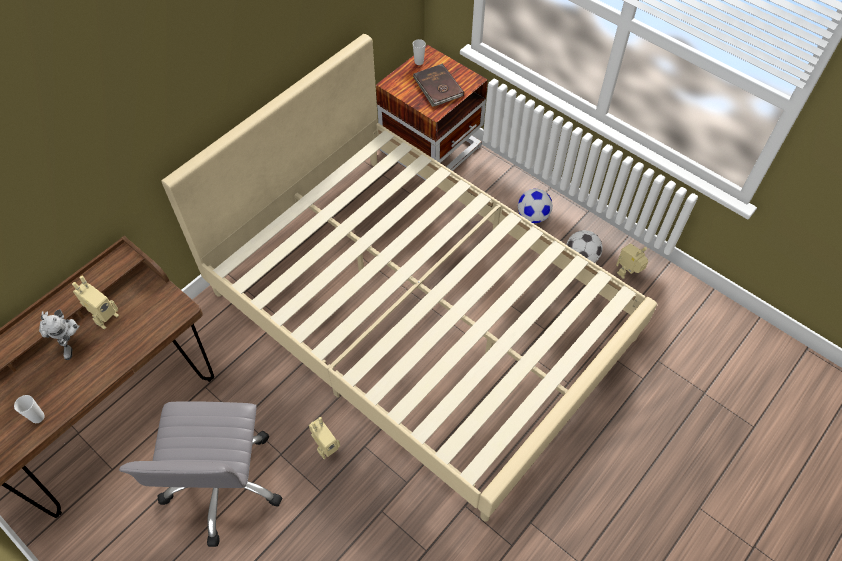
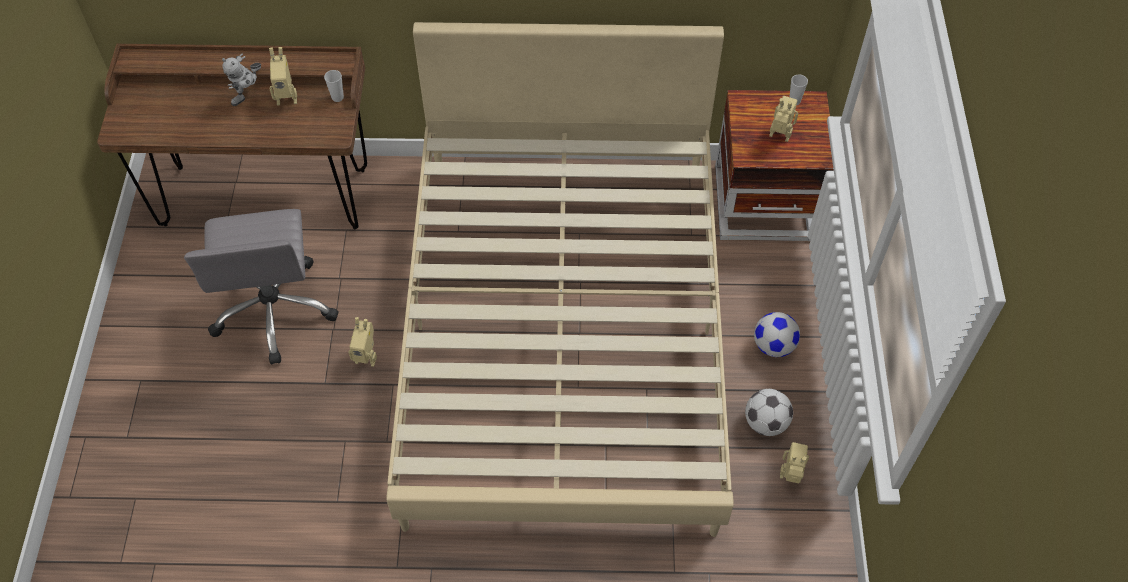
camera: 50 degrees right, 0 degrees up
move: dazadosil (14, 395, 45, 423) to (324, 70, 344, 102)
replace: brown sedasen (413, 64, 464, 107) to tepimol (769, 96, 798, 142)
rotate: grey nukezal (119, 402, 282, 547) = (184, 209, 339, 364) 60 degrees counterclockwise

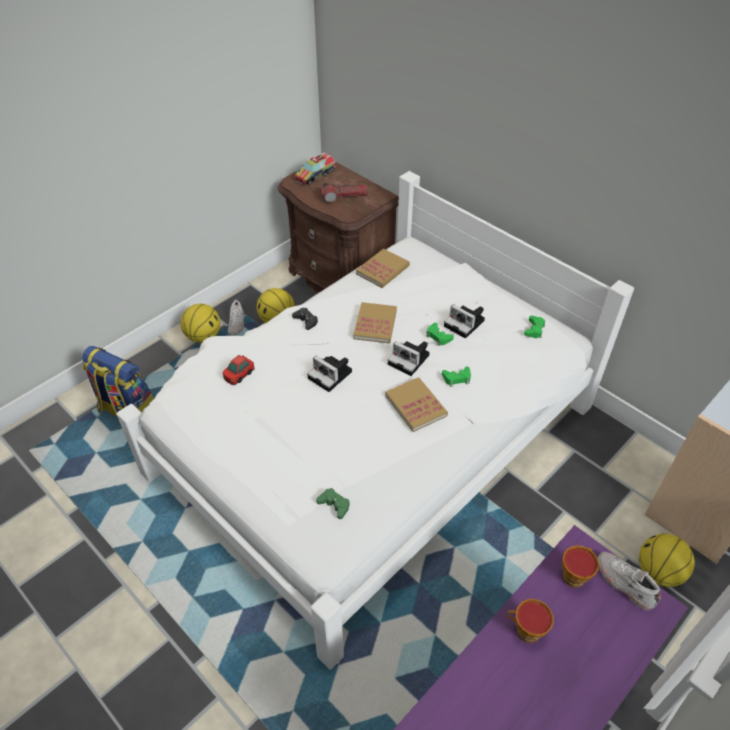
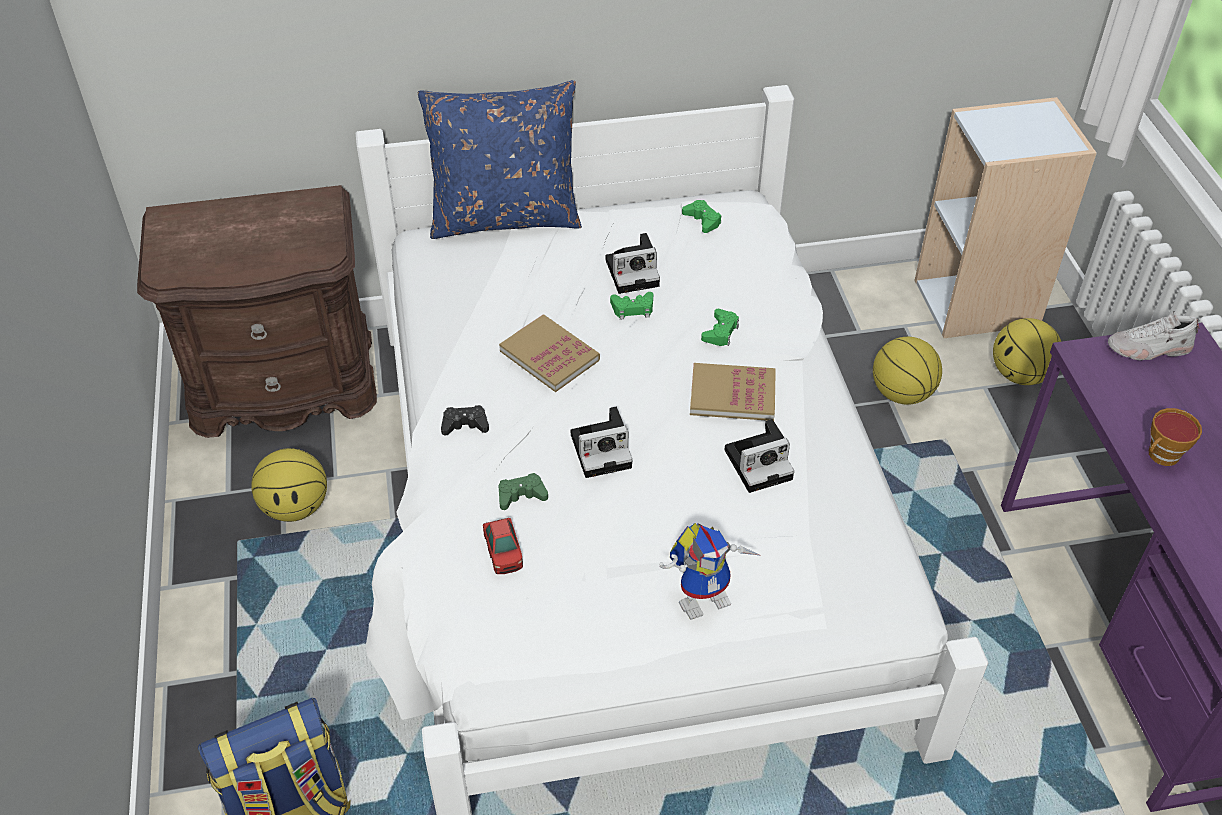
camera: 55 degrees left, 0 degrees up
delete: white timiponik (228, 300, 244, 336); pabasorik (294, 152, 336, 185); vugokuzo (321, 183, 368, 203); sedasen (356, 249, 410, 288); dazadosil (562, 545, 599, 588)
insert: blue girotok (418, 80, 582, 239); tepimol (659, 523, 762, 620)
move: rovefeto (180, 304, 220, 343) to (873, 337, 942, 405); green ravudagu (316, 488, 350, 519) to (498, 473, 548, 510); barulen (388, 341, 430, 376) to (725, 419, 794, 493)

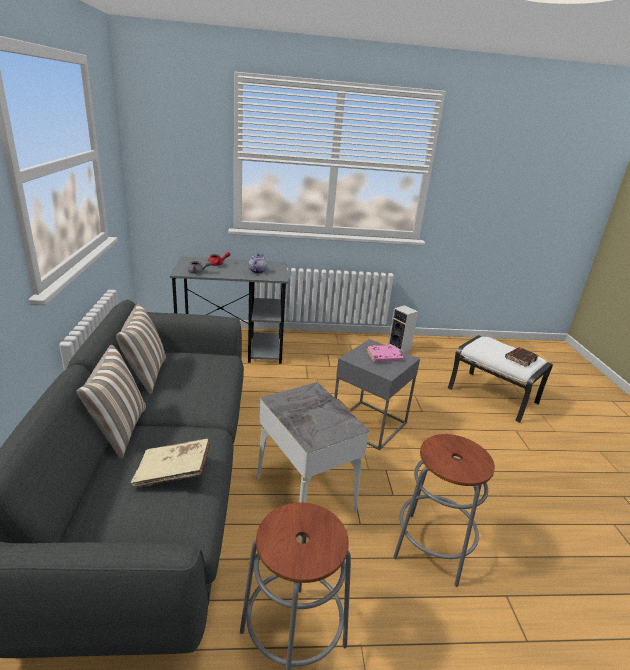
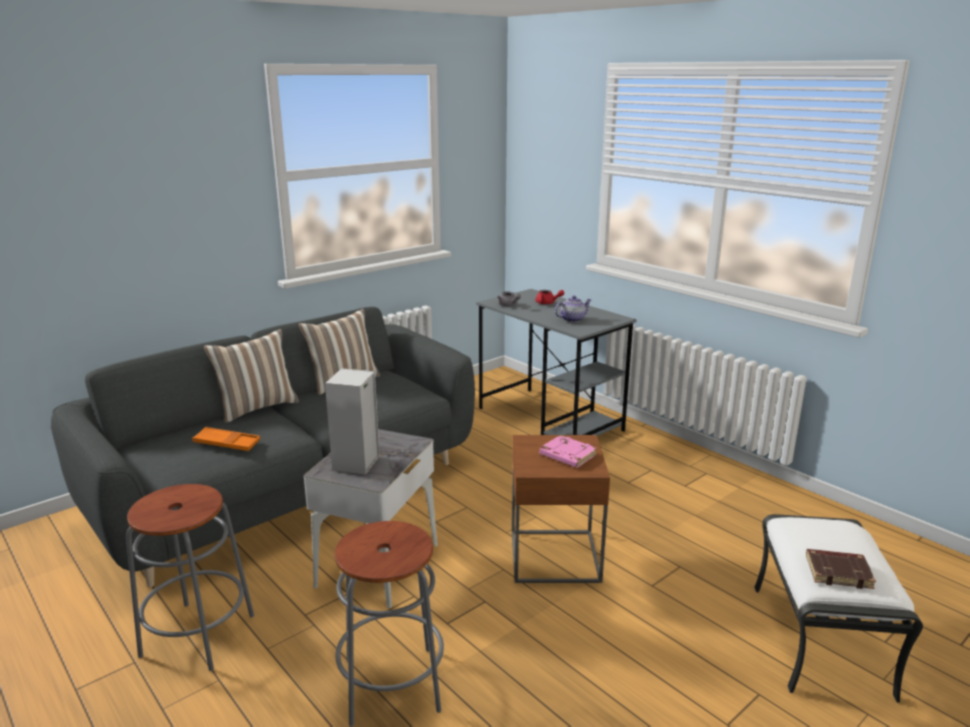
camera: 55 degrees right, 5 degrees down
move: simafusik (388, 305, 418, 353) to (325, 368, 380, 475)
replace: beige sedasen (131, 439, 210, 488) to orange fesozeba (192, 427, 260, 451)
recolor: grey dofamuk (334, 339, 420, 450) to brown dofamuk (512, 435, 610, 583)

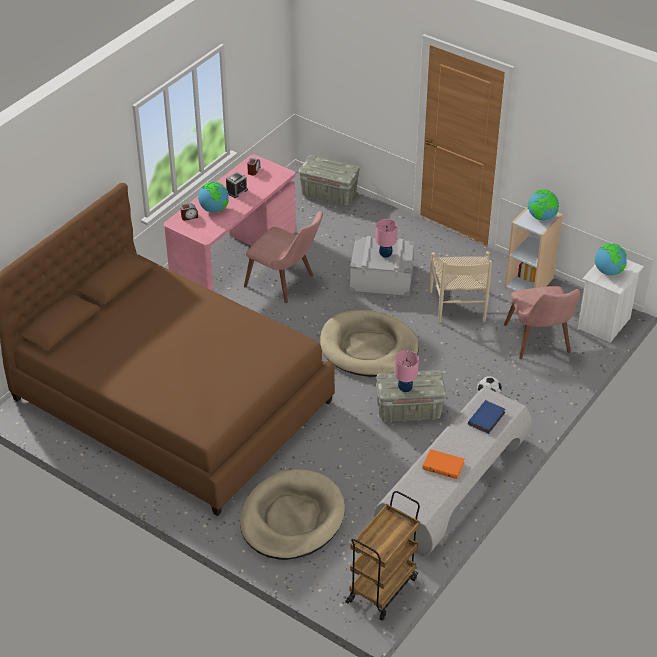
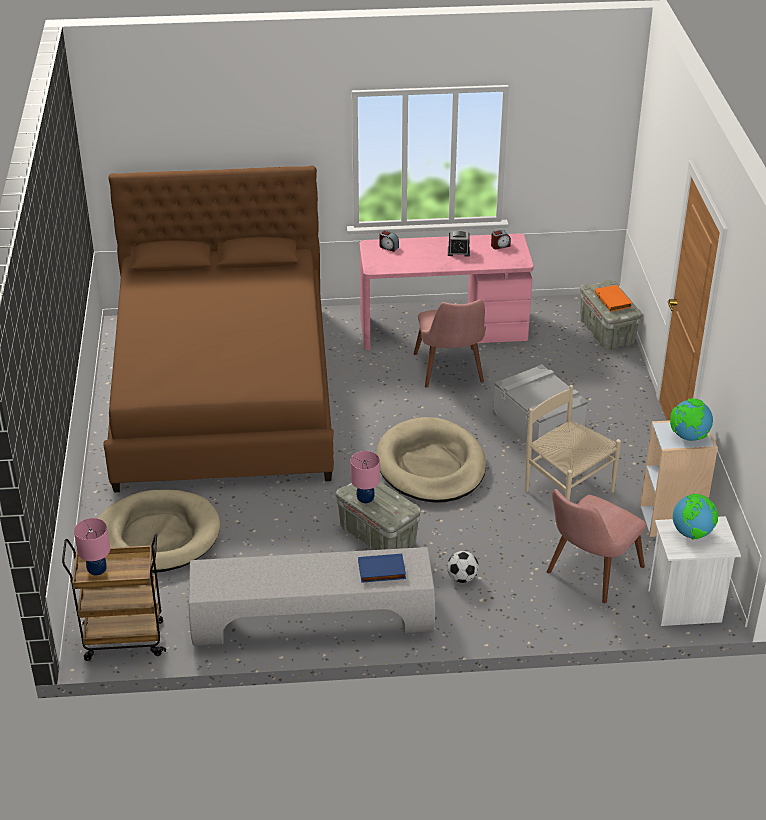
camera: 50 degrees right, 5 degrees down
delete: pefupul (198, 182, 229, 213)
move: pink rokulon (376, 219, 397, 258) to (74, 518, 110, 575); orange sedasen (422, 449, 464, 479) to (595, 285, 632, 312)
rotate: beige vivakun (430, 251, 492, 323) = (525, 385, 621, 501) 90 degrees clockwise

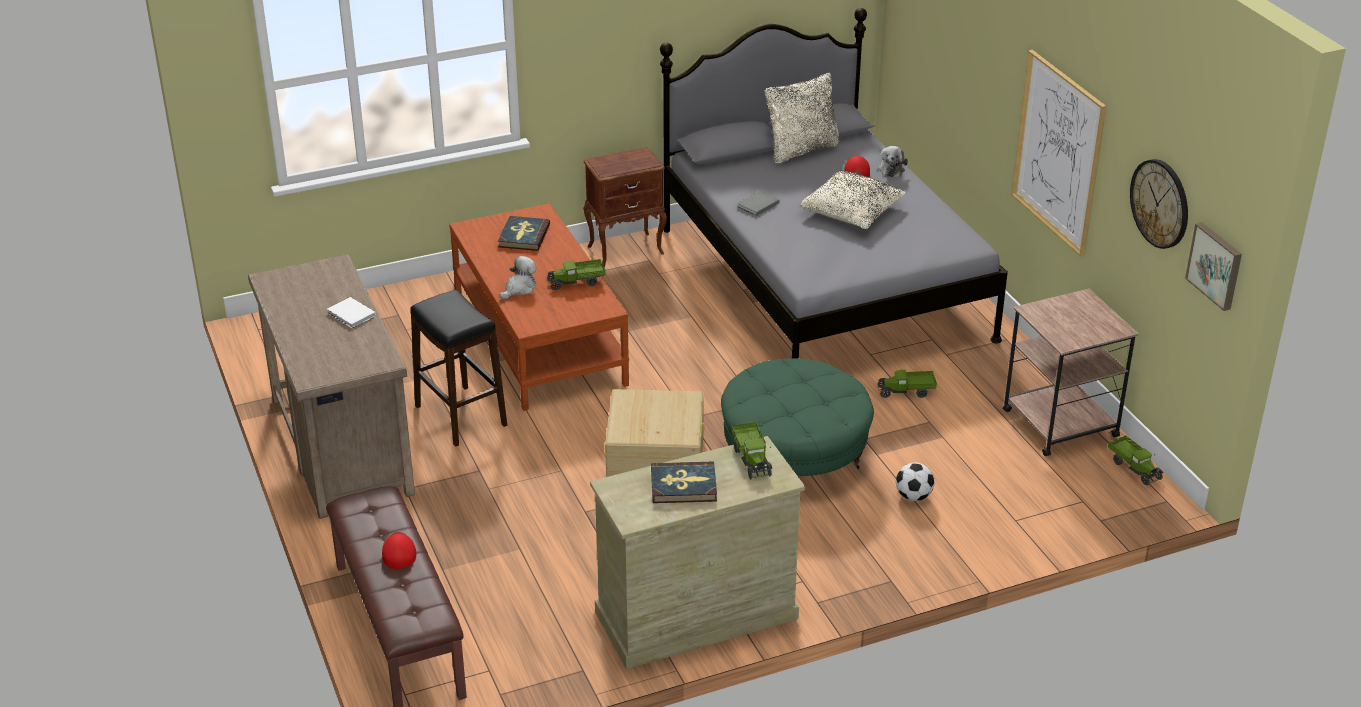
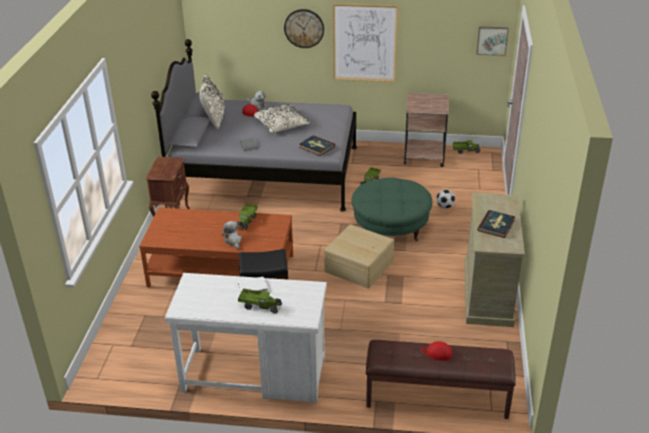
camera: 60 degrees left, 0 degrees up
move: sedasen (498, 216, 550, 251) to (299, 135, 335, 156); pabasorik (731, 422, 772, 480) to (238, 288, 282, 313); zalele (1130, 159, 1188, 249) to (284, 9, 324, 48)
recolor: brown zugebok (248, 254, 415, 519) to white zugebok (165, 273, 327, 403)

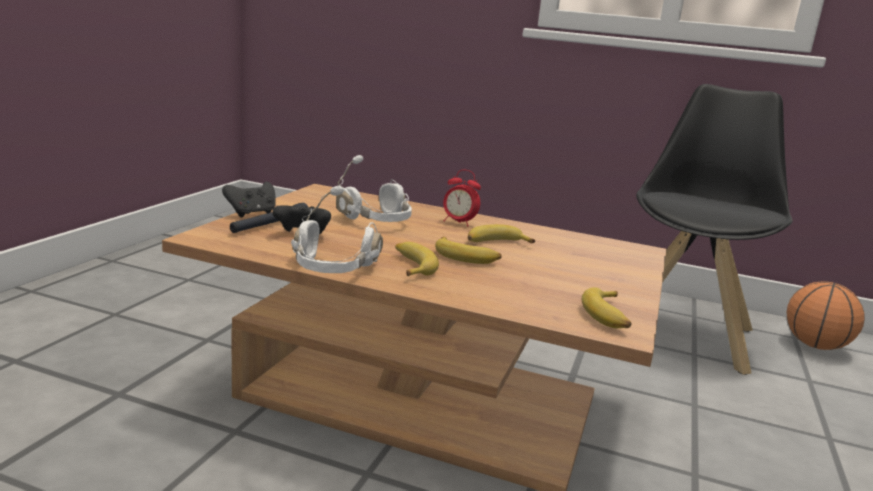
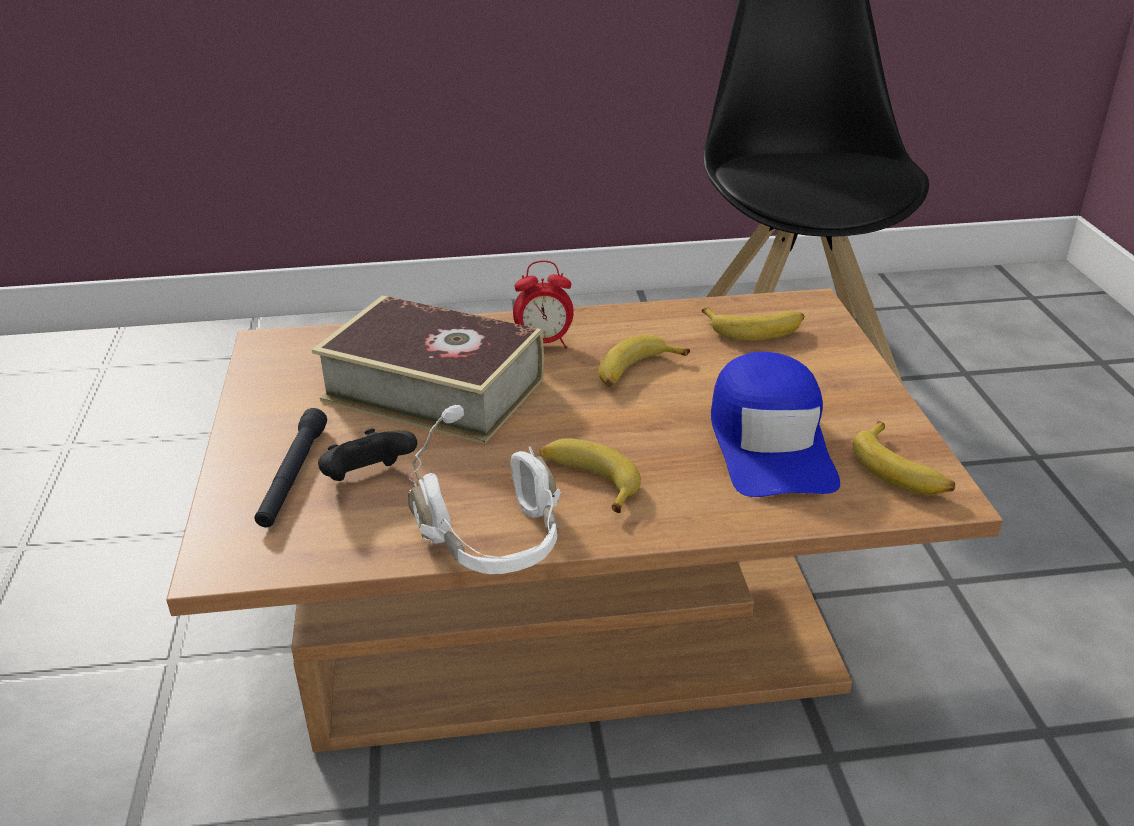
camera: 25 degrees left, 15 degrees up
delete: black ravudagu (222, 182, 276, 217); rovefeto (787, 281, 865, 350)
insert: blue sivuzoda (711, 352, 840, 497)
move: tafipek (435, 237, 502, 264) to (702, 307, 804, 340)
replace: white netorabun (336, 155, 412, 222) to sedasen (312, 295, 544, 444)

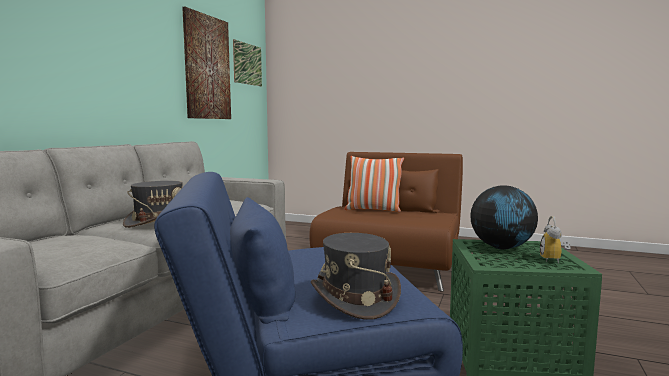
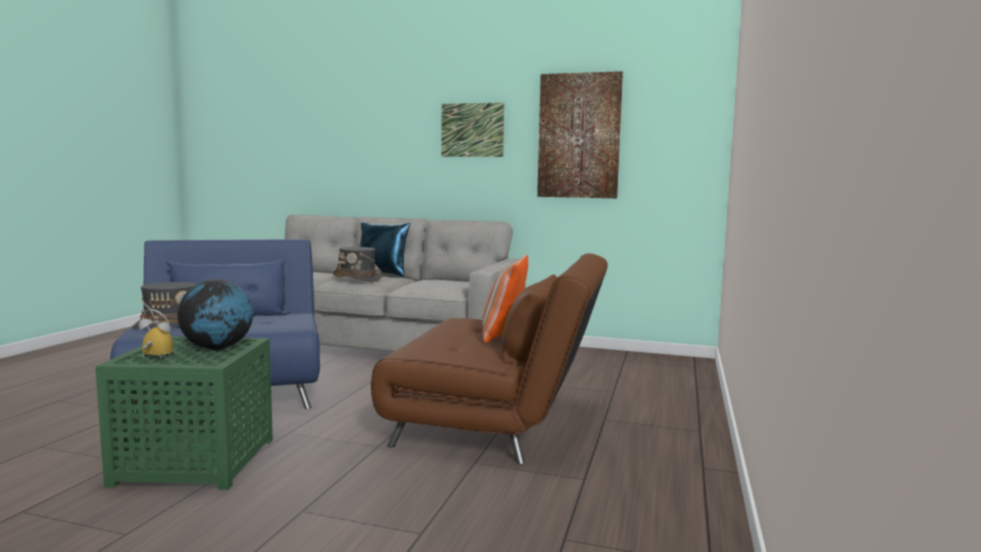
camera: 85 degrees right, 0 degrees up
insert: blue girotok (360, 222, 410, 277)
move: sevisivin (233, 39, 262, 86) to (441, 102, 504, 157)

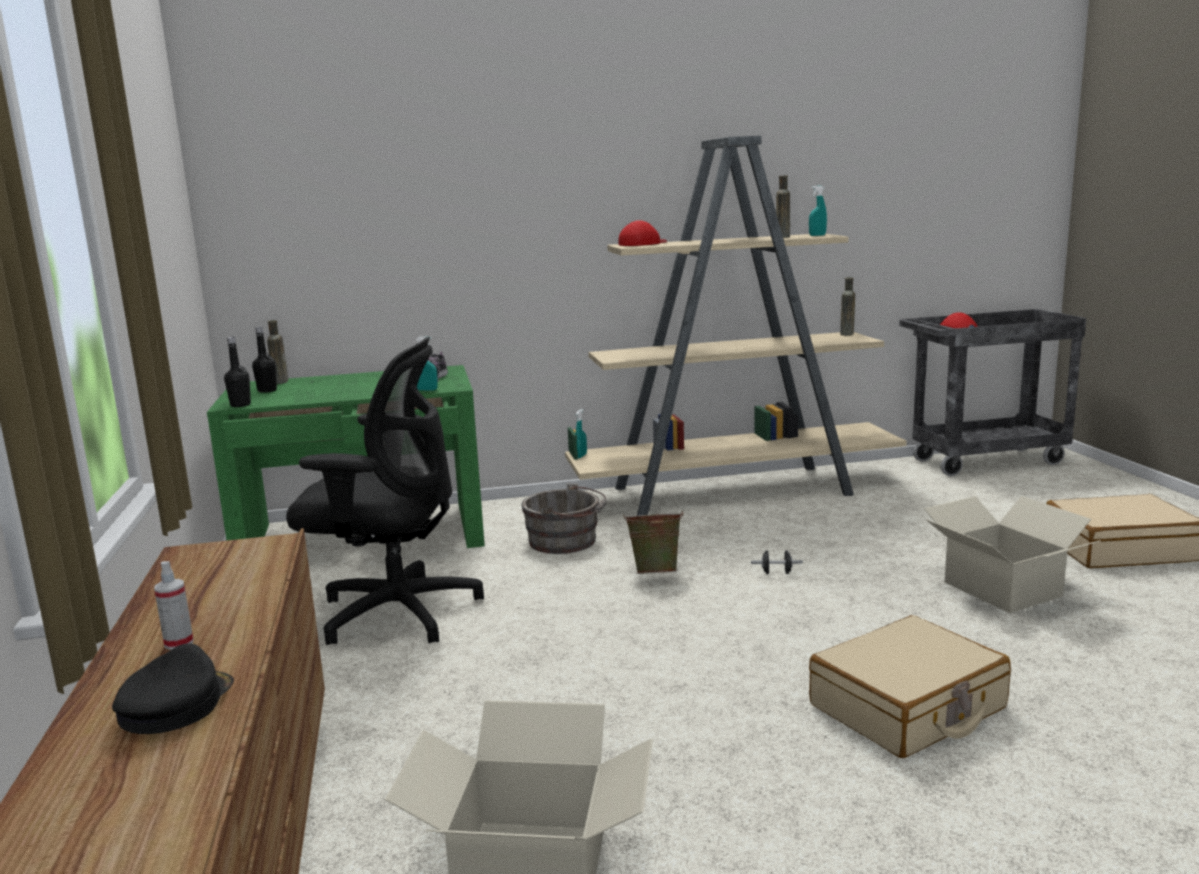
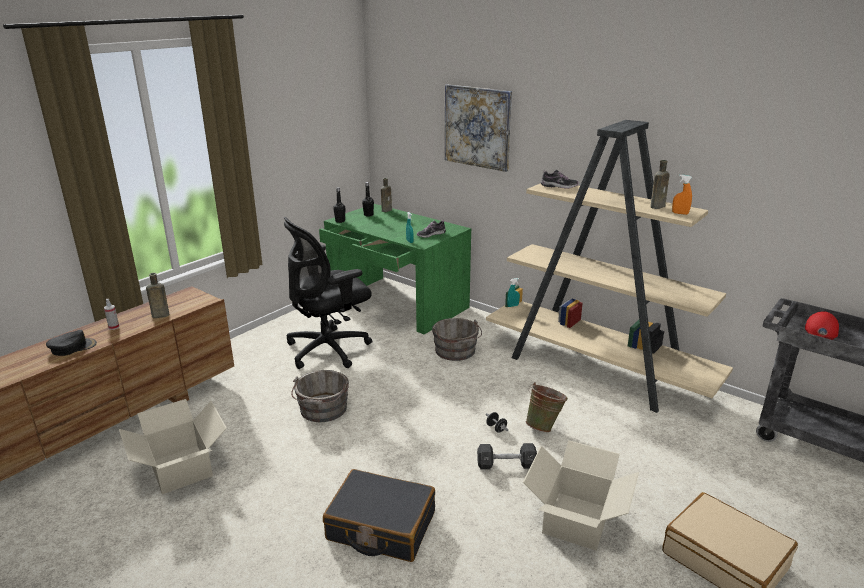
camera: 50 degrees right, 10 degrees up
insert: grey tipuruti (291, 370, 349, 422); sevisivin (445, 84, 512, 172); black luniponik (477, 443, 537, 470)
move: green tipuruti (623, 510, 684, 574) to (526, 382, 568, 432); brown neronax (840, 277, 855, 336) to (146, 273, 169, 318)
replace: red sivuzoda (619, 220, 667, 246) to timiponik (541, 169, 578, 188)
recolor: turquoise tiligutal (809, 186, 827, 236) to orange tiligutal (672, 175, 692, 215); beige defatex (809, 615, 1011, 758) to black defatex (323, 469, 435, 562)
rotate: black nukezal (286, 337, 484, 645) = (284, 217, 372, 369) 90 degrees clockwise

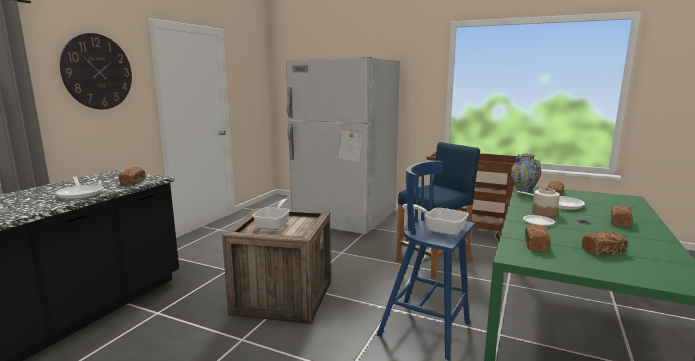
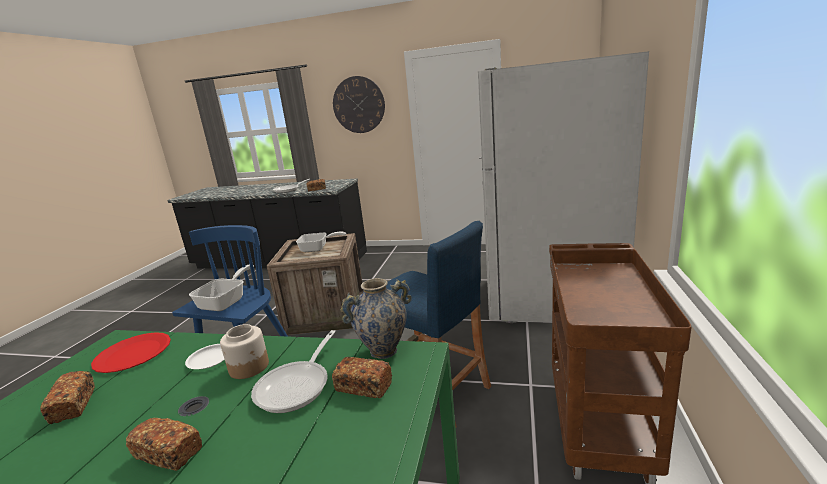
camera: 80 degrees right, 5 degrees up
replace: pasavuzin (525, 225, 550, 252) to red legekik (91, 332, 171, 373)

